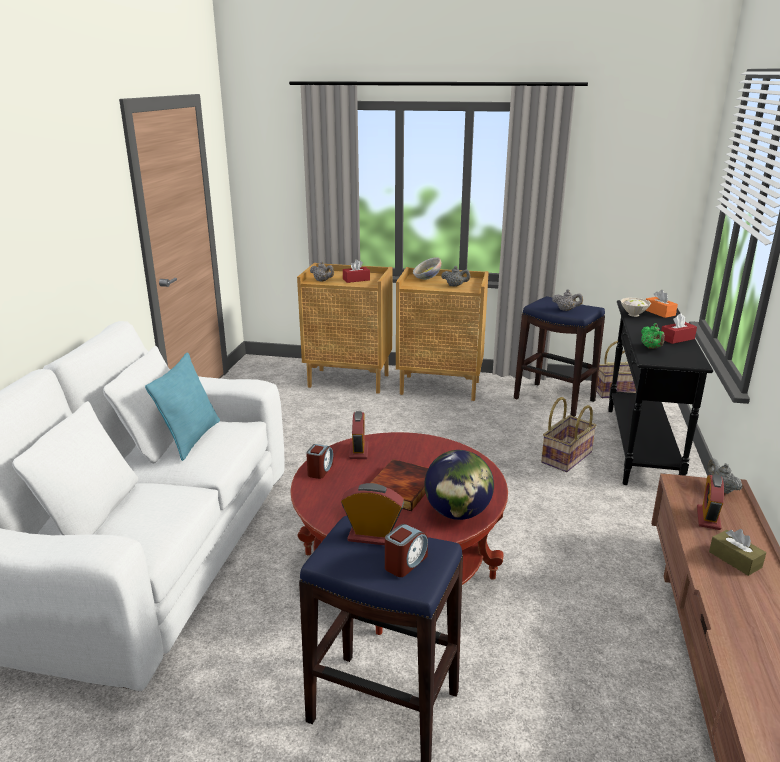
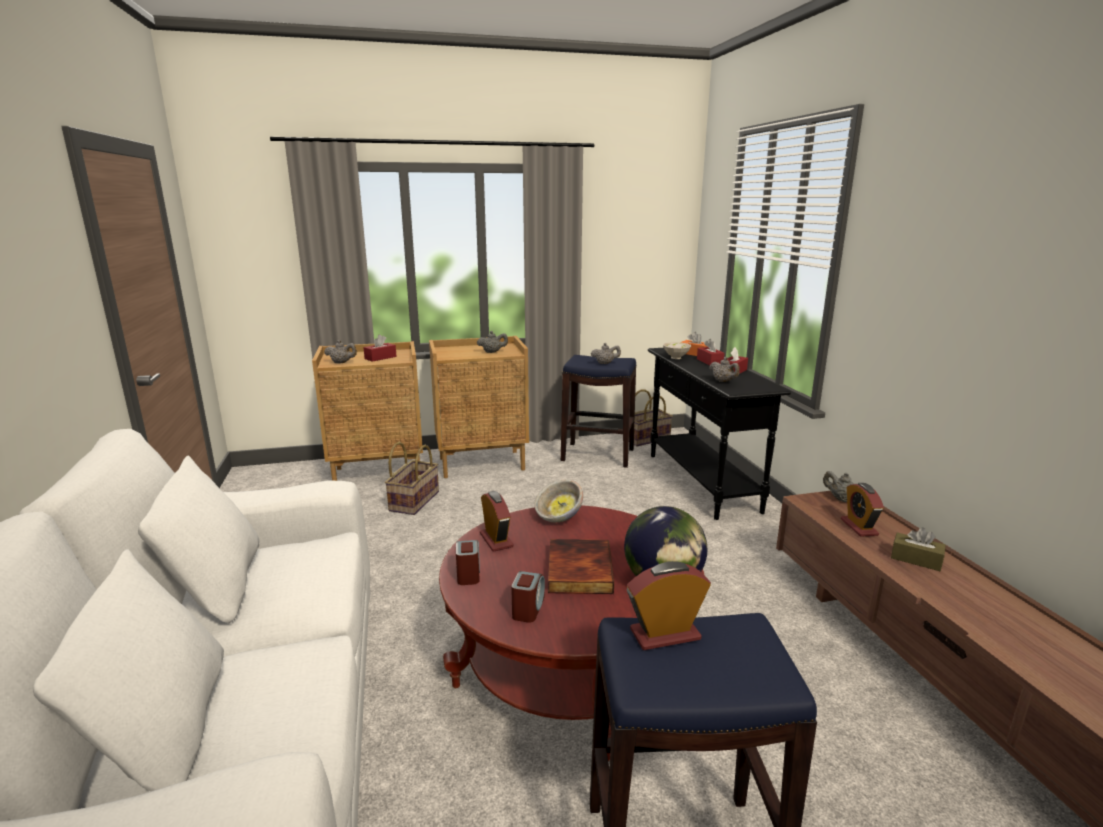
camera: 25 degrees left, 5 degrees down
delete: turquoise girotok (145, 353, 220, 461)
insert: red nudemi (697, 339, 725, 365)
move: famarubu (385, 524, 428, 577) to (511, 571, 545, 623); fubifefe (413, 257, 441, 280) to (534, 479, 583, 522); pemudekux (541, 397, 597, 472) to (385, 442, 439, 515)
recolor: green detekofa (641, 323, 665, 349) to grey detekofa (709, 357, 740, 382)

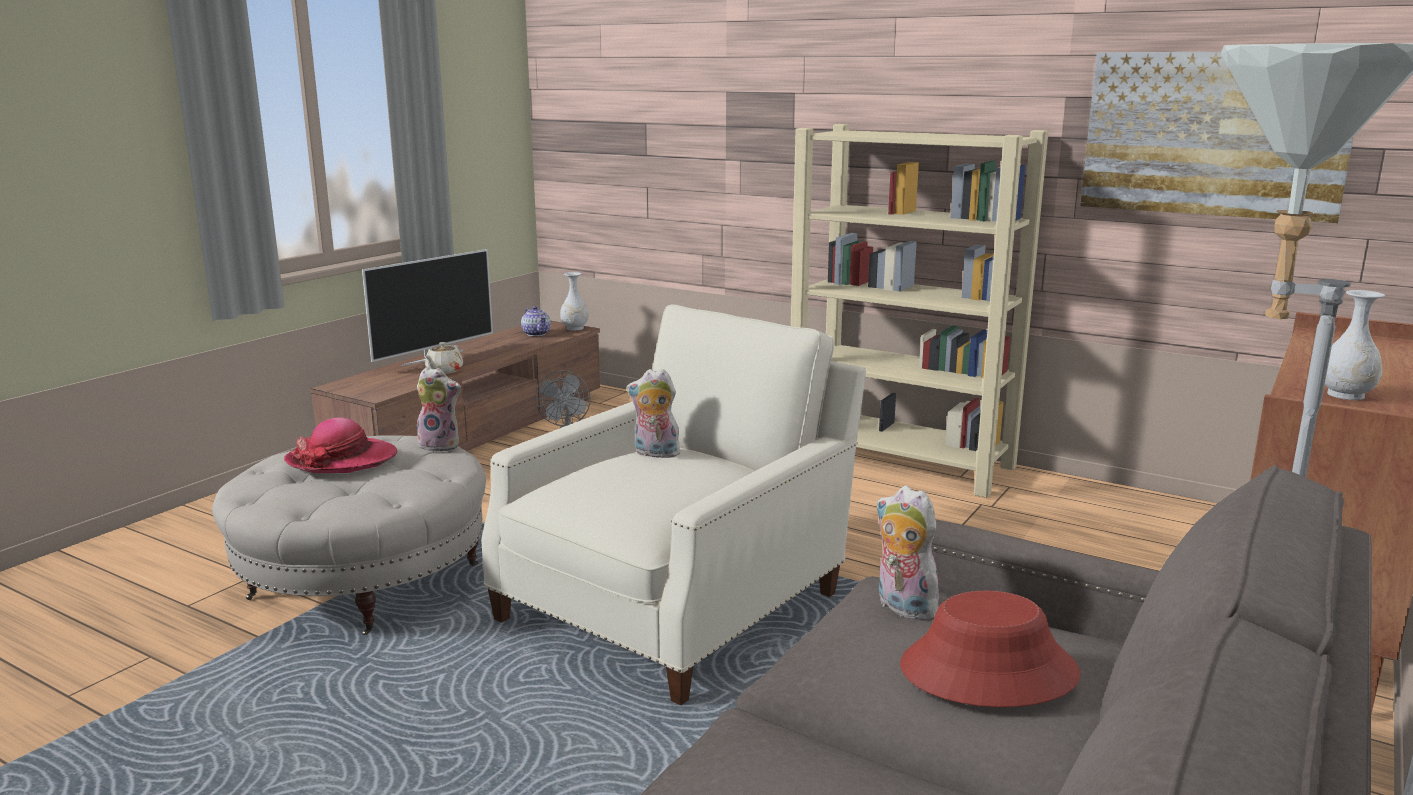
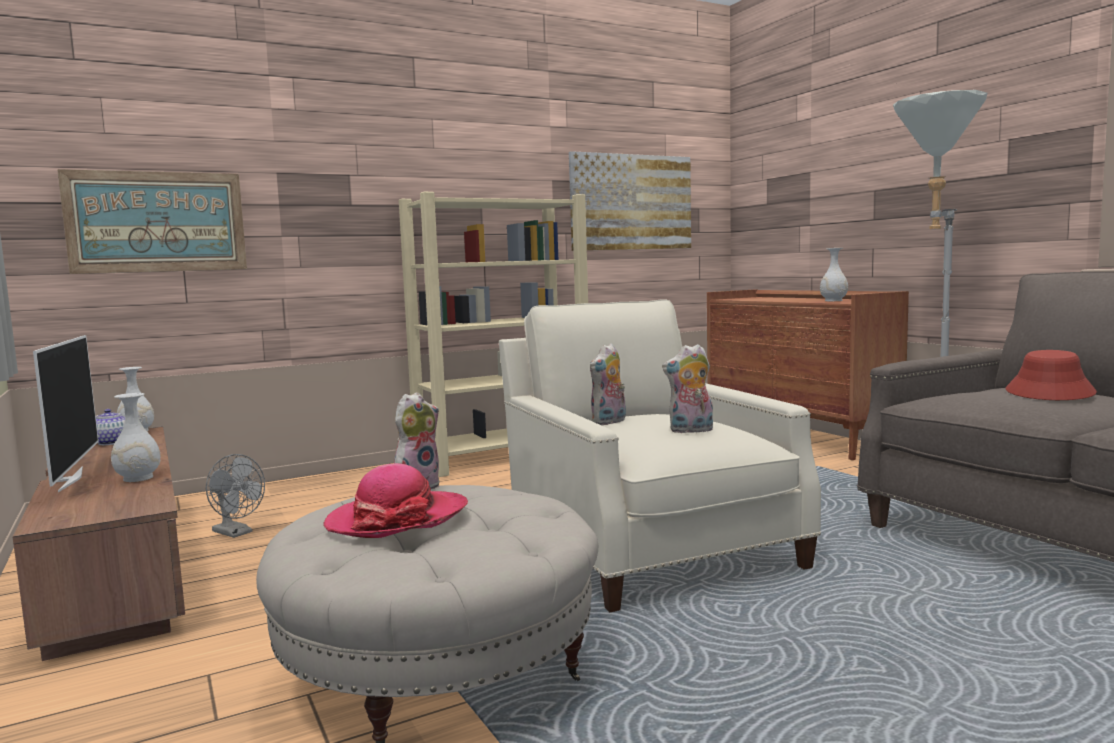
camera: 60 degrees left, 10 degrees down
insert: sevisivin (57, 169, 247, 274)
move: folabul (876, 486, 939, 621) to (662, 344, 713, 433)
replace: beige detekofa (425, 342, 463, 374) to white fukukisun (111, 393, 161, 482)

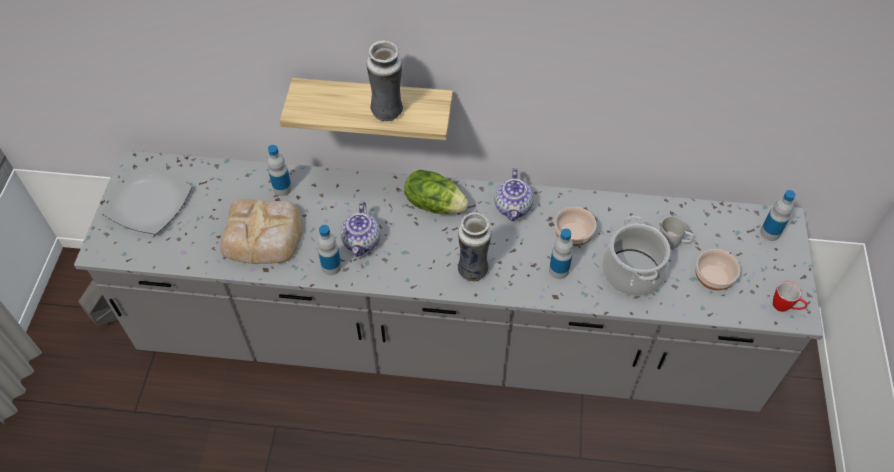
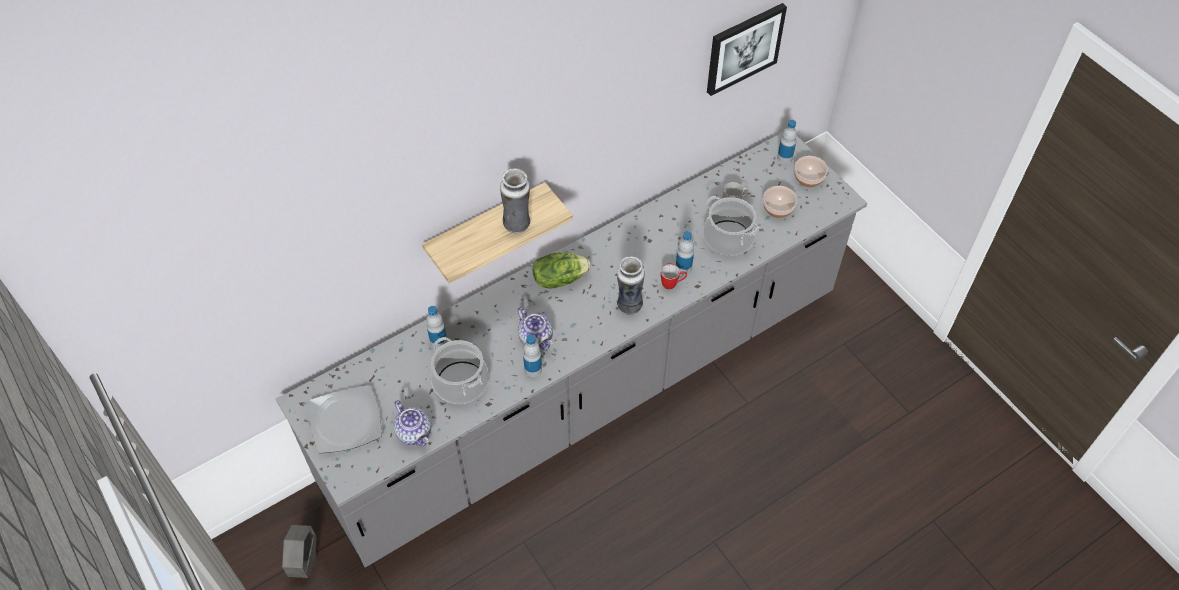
camera: 40 degrees left, 0 degrees up
insert: sevisivin (707, 3, 787, 96)
move: detekofa (495, 168, 533, 221) to (394, 400, 431, 446); fubifefe (555, 207, 596, 246) to (794, 156, 828, 187); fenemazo (773, 282, 807, 312) to (661, 264, 687, 289)
replace: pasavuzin (220, 199, 303, 264) to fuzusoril (431, 337, 489, 404)

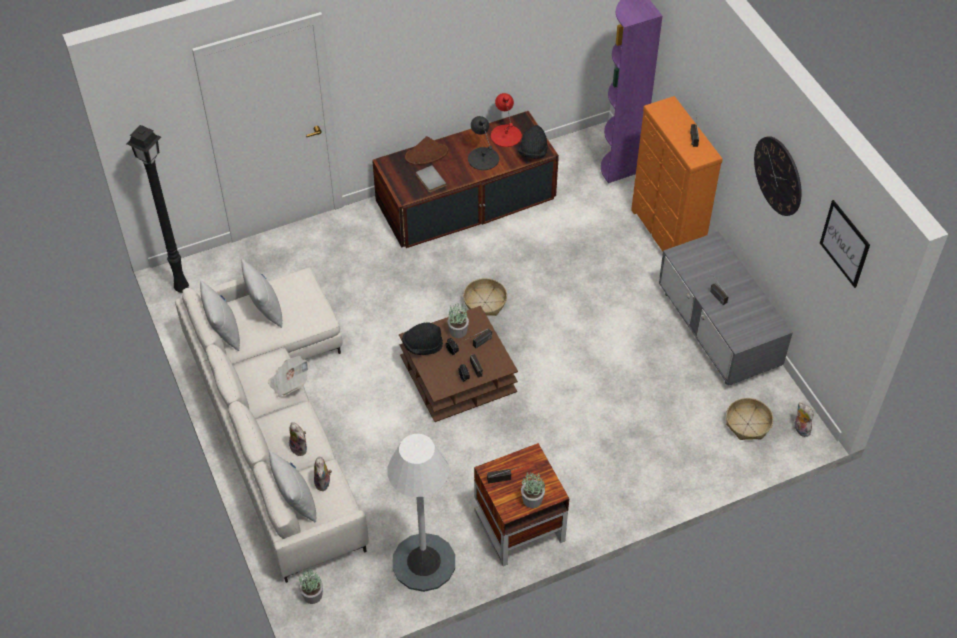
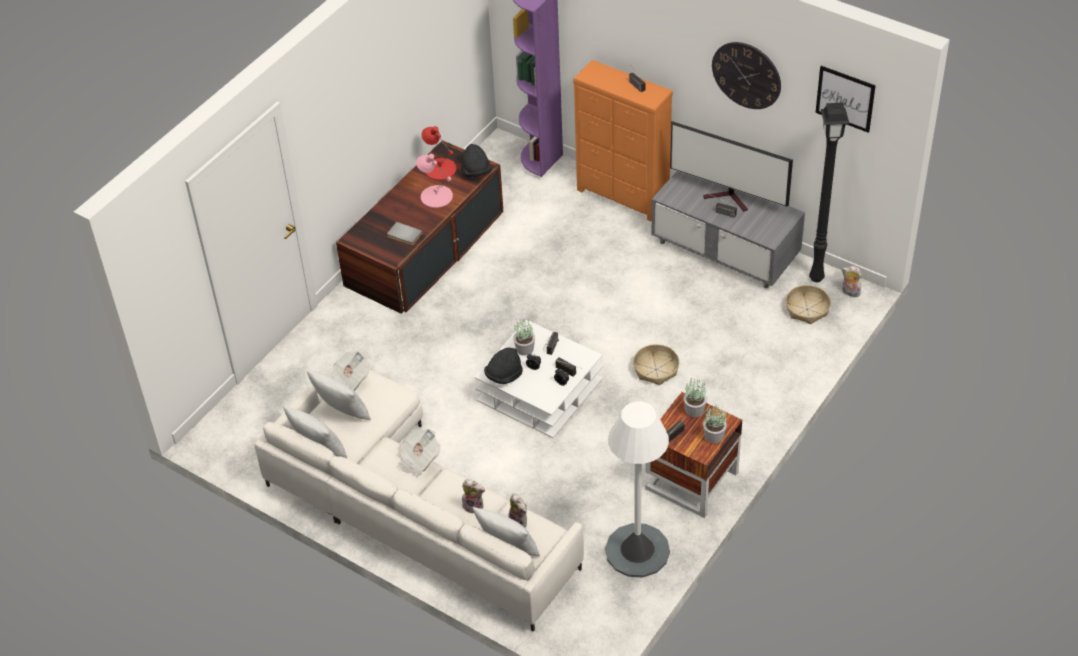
camera: 30 degrees left, 5 degrees down
delete: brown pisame (405, 136, 448, 165)
insert: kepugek (331, 351, 369, 391); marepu (670, 121, 793, 211)
move: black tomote (126, 125, 189, 293) to (809, 102, 849, 282); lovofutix (299, 569, 323, 604) to (684, 379, 707, 417); pemudekux (463, 278, 507, 316) to (633, 344, 679, 385)
recolor: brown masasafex (399, 306, 518, 422) to white masasafex (475, 320, 603, 438); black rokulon (468, 116, 499, 170) to pink rokulon (416, 154, 453, 208)

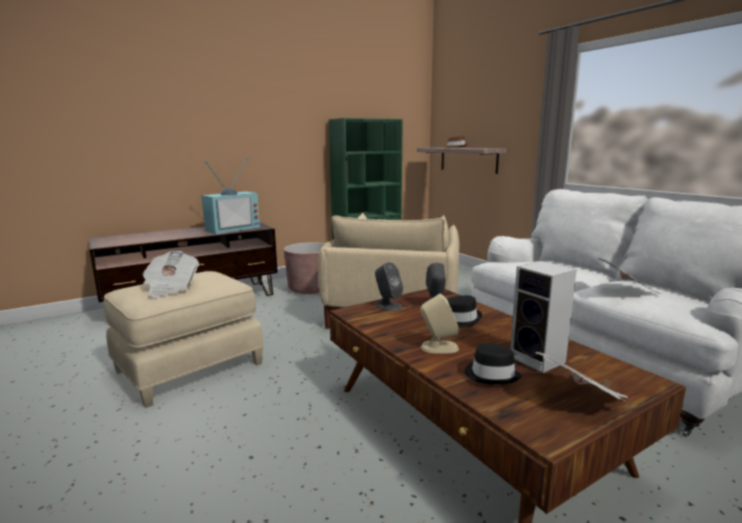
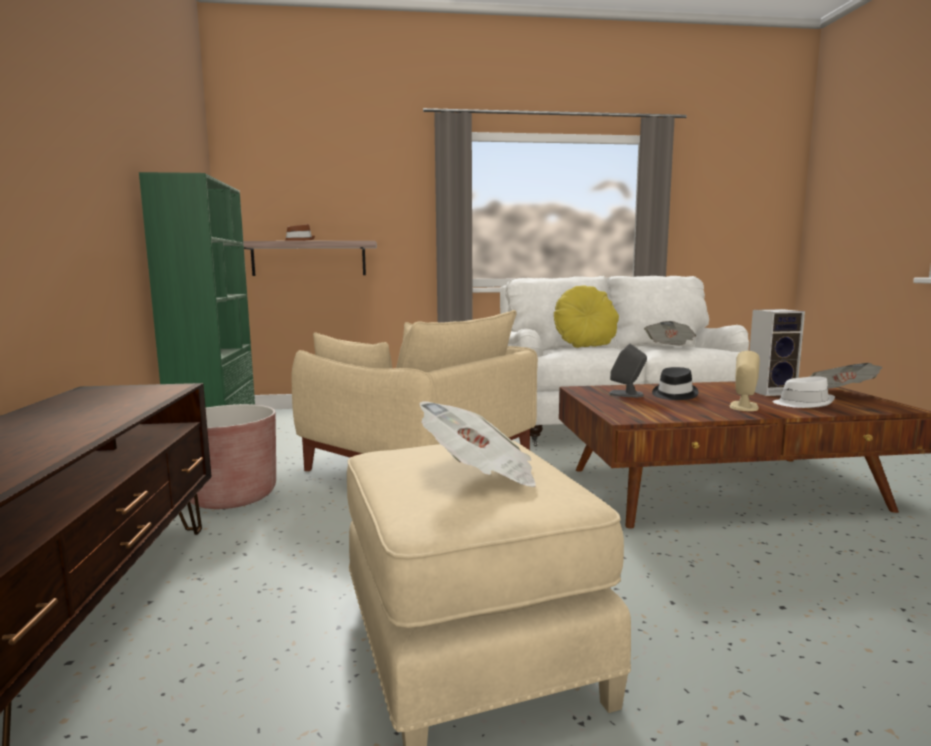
camera: 65 degrees left, 5 degrees down
delete: marepu (201, 157, 260, 234); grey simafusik (375, 262, 403, 311)
insert: yellow girotok (554, 285, 619, 348)
recolor: black pisame (464, 343, 522, 384) to white pisame (772, 376, 835, 408)

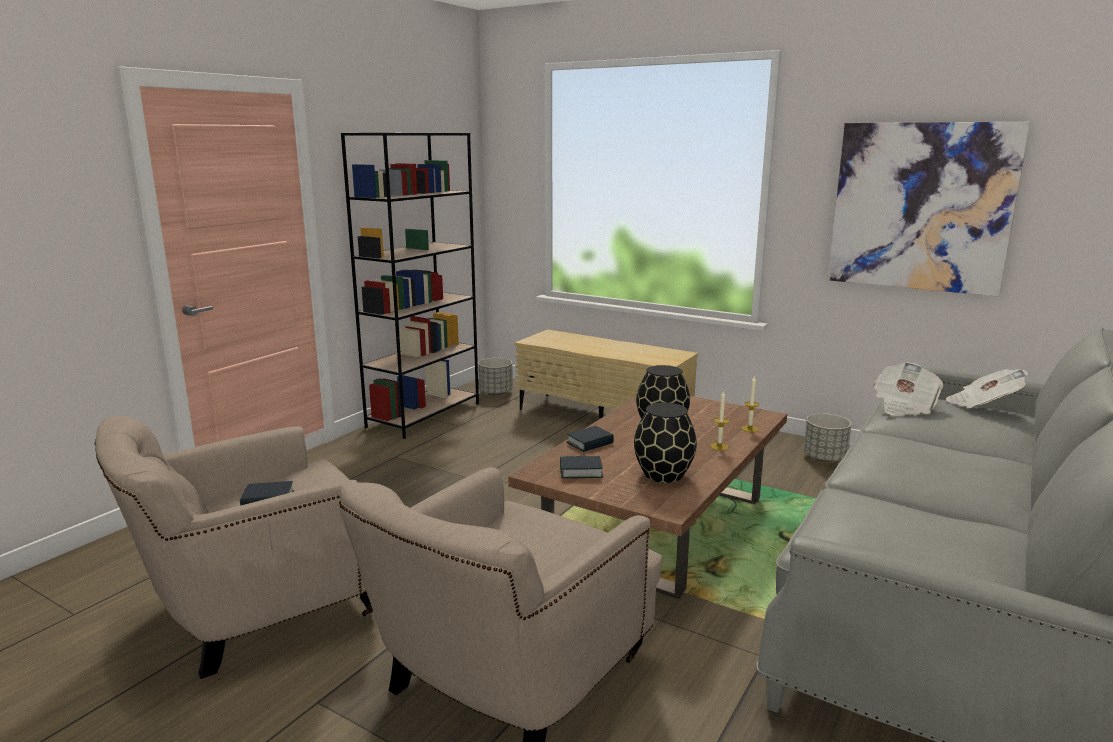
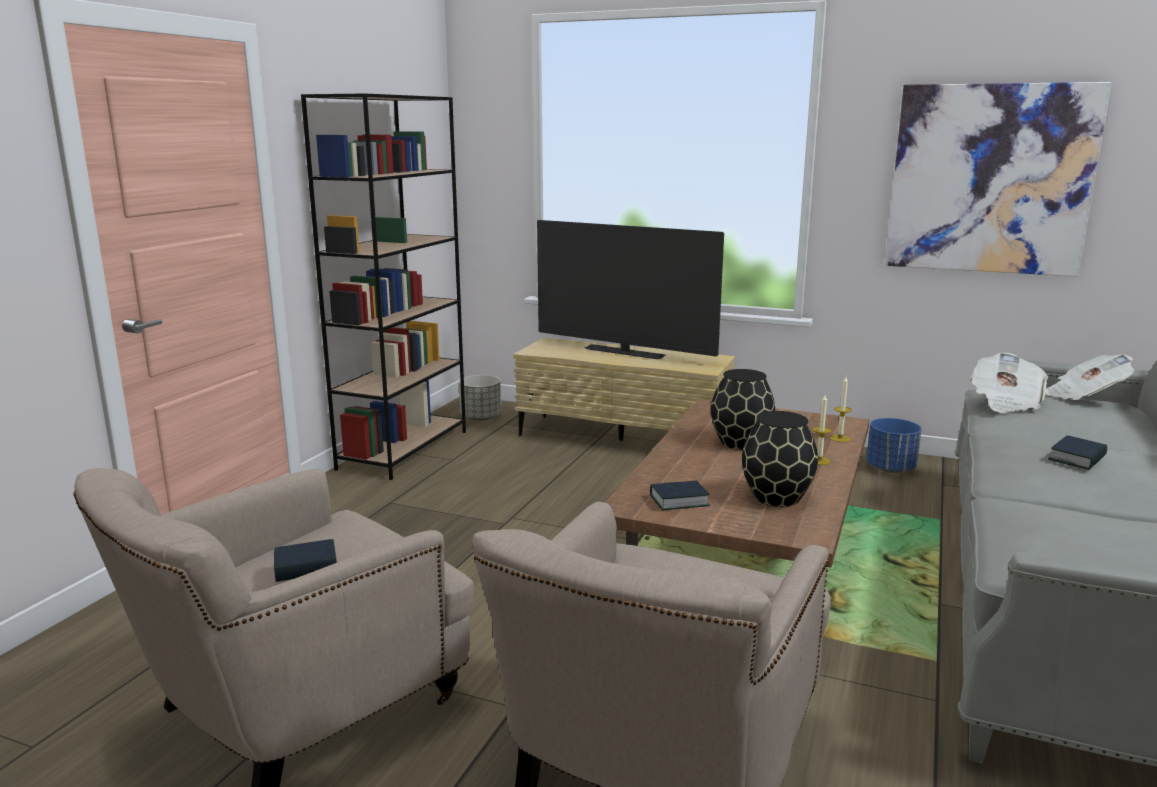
camera: 10 degrees left, 0 degrees up
insert: marepu (537, 220, 724, 359)
move: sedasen (566, 426, 614, 452) to (1048, 435, 1107, 470)
recolor: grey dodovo (803, 413, 851, 462) to blue dodovo (866, 418, 922, 473)

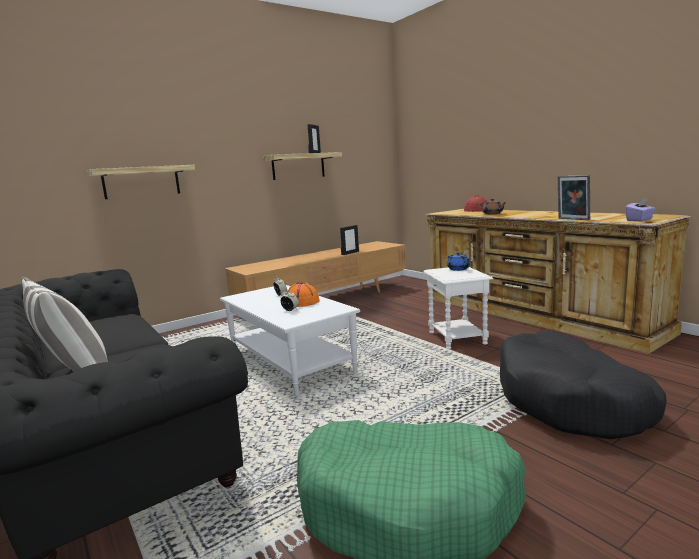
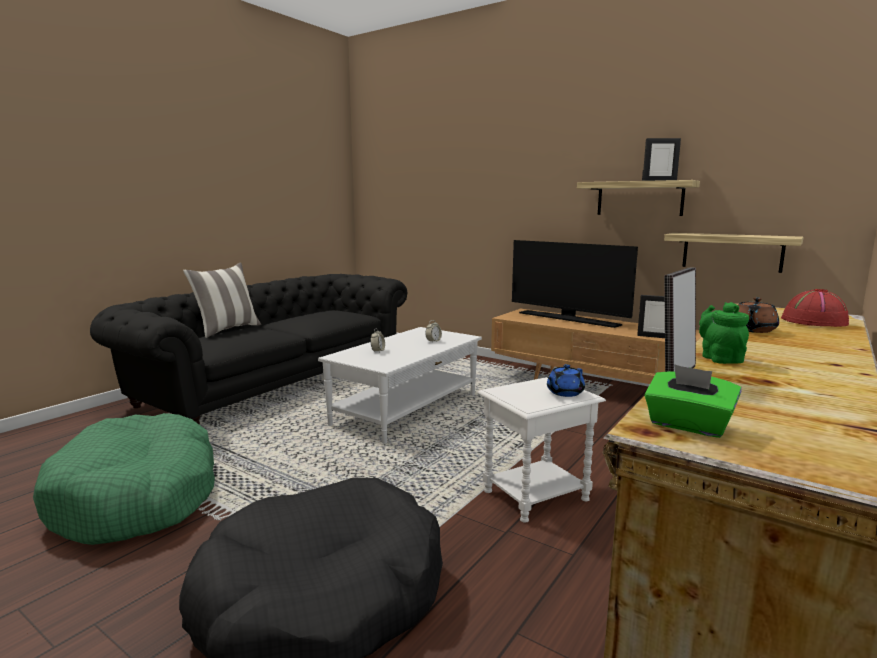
camera: 70 degrees right, 0 degrees up
delete: orange pisame (286, 282, 320, 307)
insert: marepu (512, 240, 638, 328); green detekofa (699, 302, 749, 364)
move: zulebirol (87, 165, 195, 199) to (664, 233, 803, 273)
recolor: purple nudemi (625, 198, 656, 221) to green nudemi (644, 364, 742, 438)

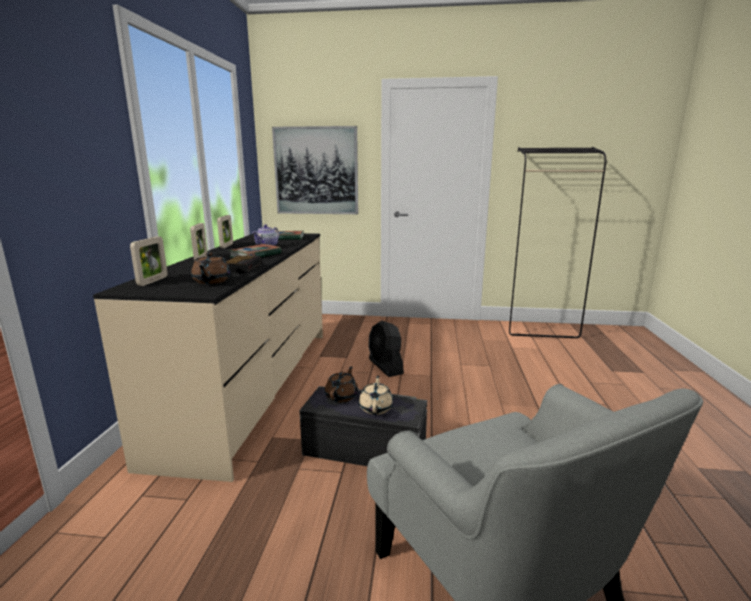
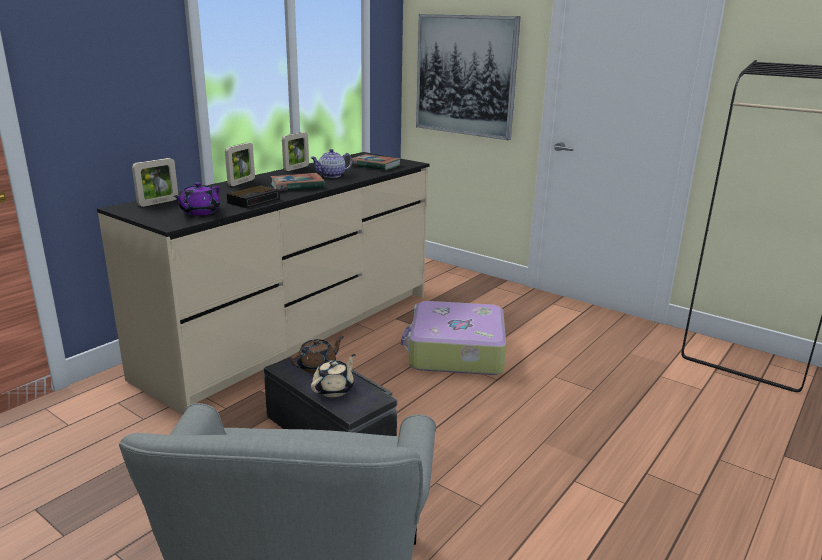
camera: 30 degrees right, 5 degrees up
replace: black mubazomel (368, 320, 404, 377) to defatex (401, 301, 506, 375)
recolor: brown detekofa (191, 252, 231, 284) to purple detekofa (173, 182, 220, 216)

